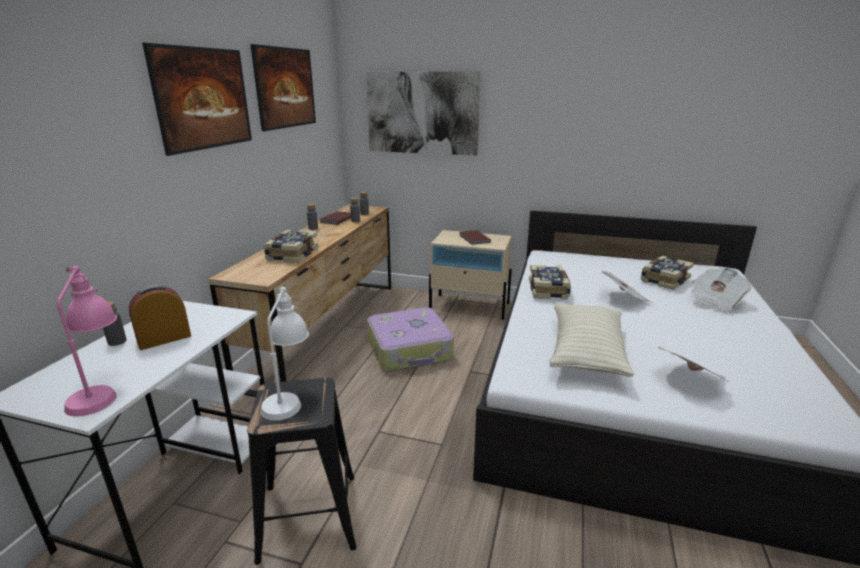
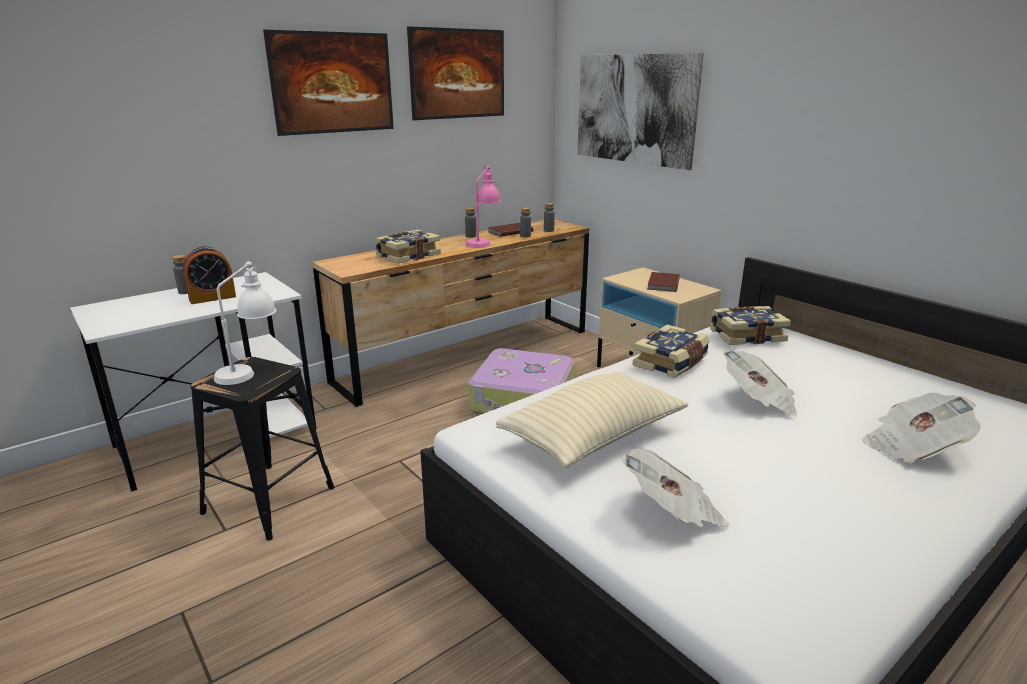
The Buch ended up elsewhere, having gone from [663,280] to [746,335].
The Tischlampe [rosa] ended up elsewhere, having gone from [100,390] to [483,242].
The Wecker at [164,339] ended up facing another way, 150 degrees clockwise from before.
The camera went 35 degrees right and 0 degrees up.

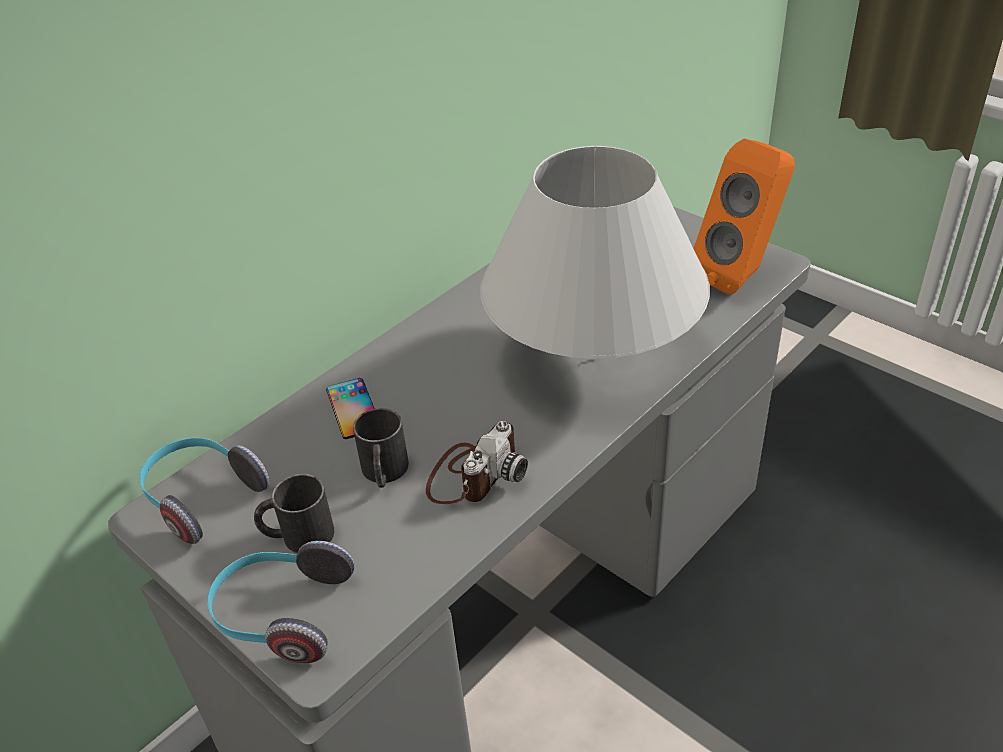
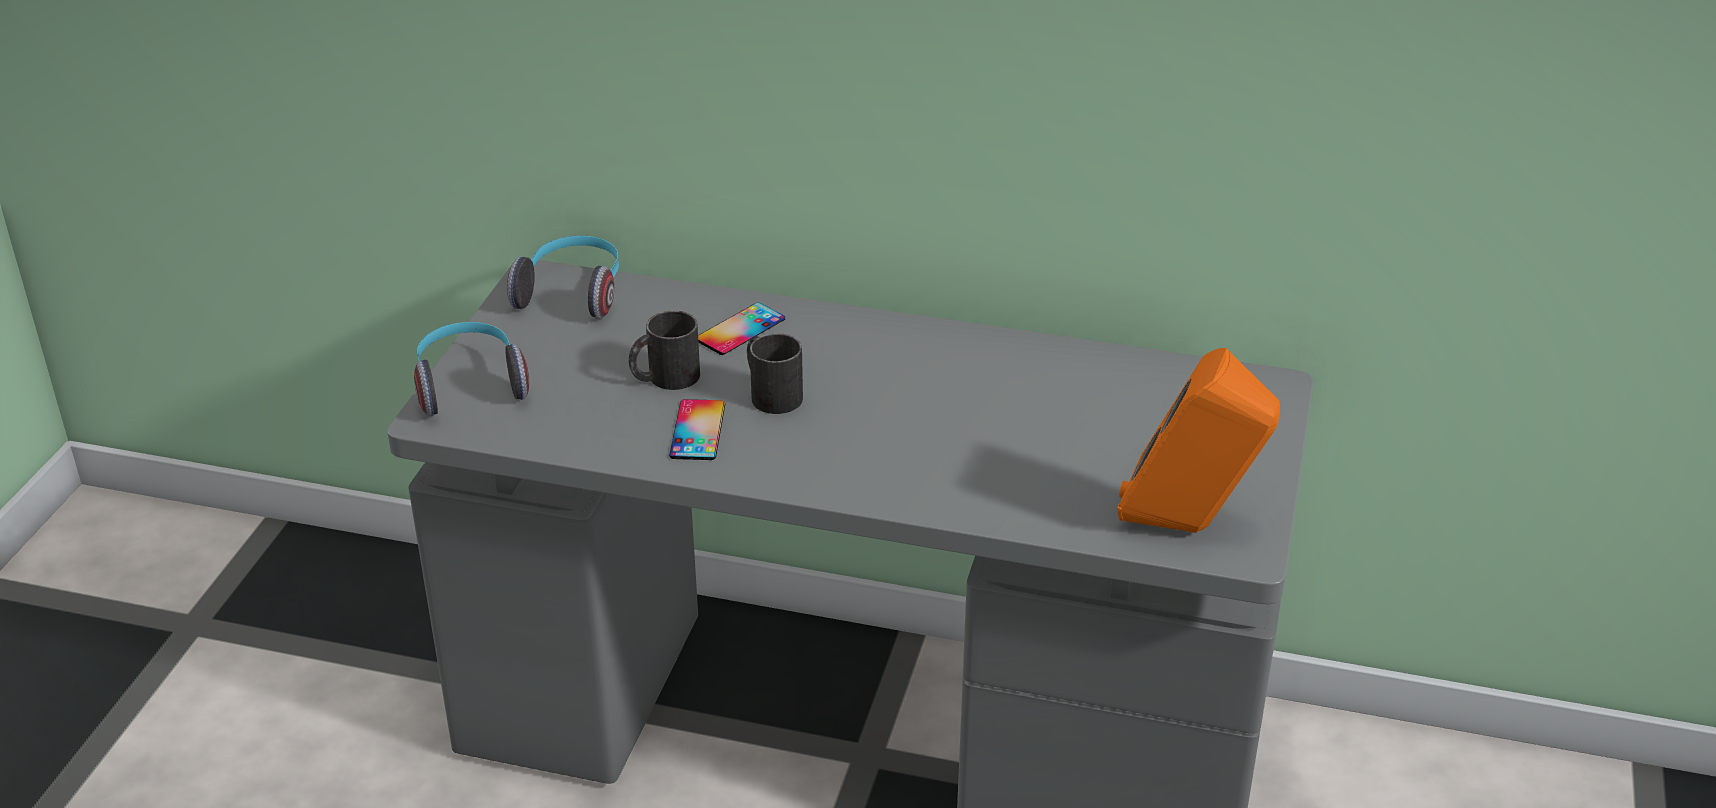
The second view lost the Tischlampe [weiß] at [594,359].
Where the Kamera stood at [474,474], the Handy came to stand at [697,430].
The Henkelbecher [schwarz] ended up elsewhere, having gone from [297,535] to [770,393].
The camera went 60 degrees right and 5 degrees down.

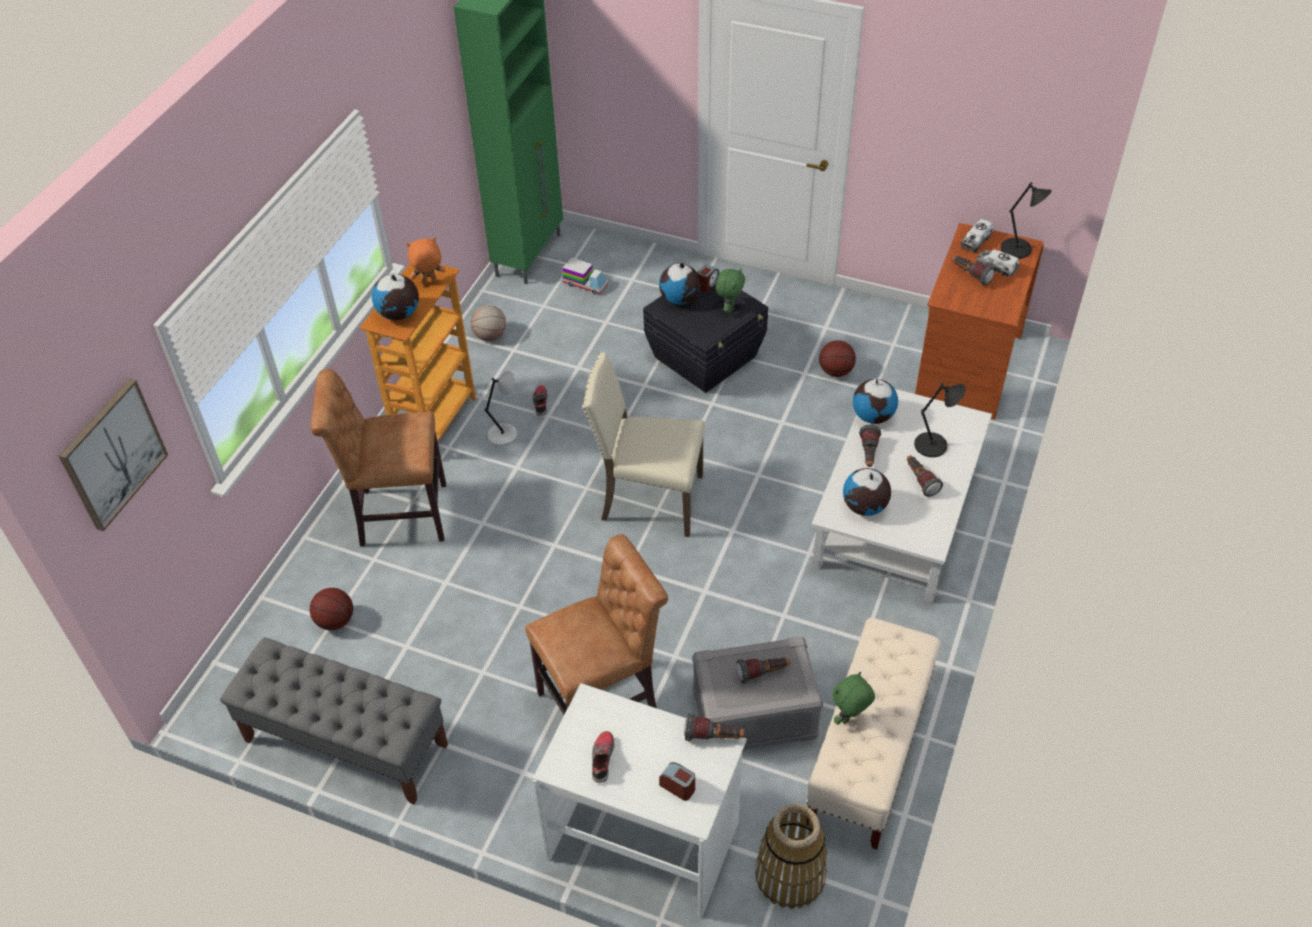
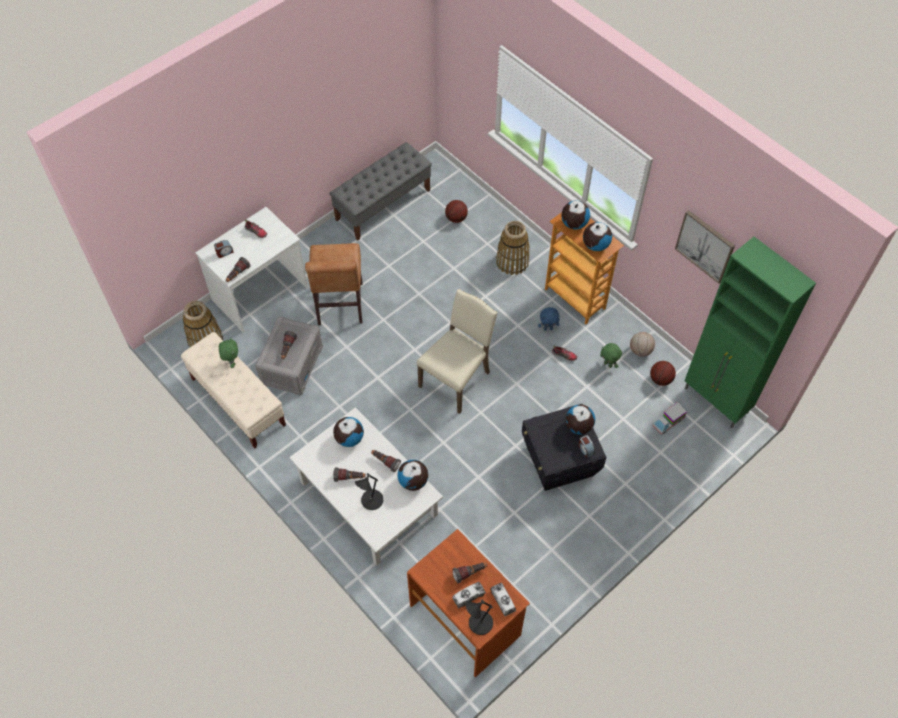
Where the Plüschtier [orange] stood at [429,283], the Globus came to stand at [595,245].
The Plüschtier [grün] ended up elsewhere, having gone from [729,308] to [608,364].
The Basketball ended up elsewhere, having gone from [835,371] to [660,379].
Where the Stuhl [braun] stood at [397,515], the Korb came to stand at [512,261].
Where the Tischlampe [grau] stood at [504,434], the Plüschtier [blau] came to stand at [548,328].
The Bild ended up elsewhere, having gone from [112,454] to [705,246].
The camera went 115 degrees right and 10 degrees up.

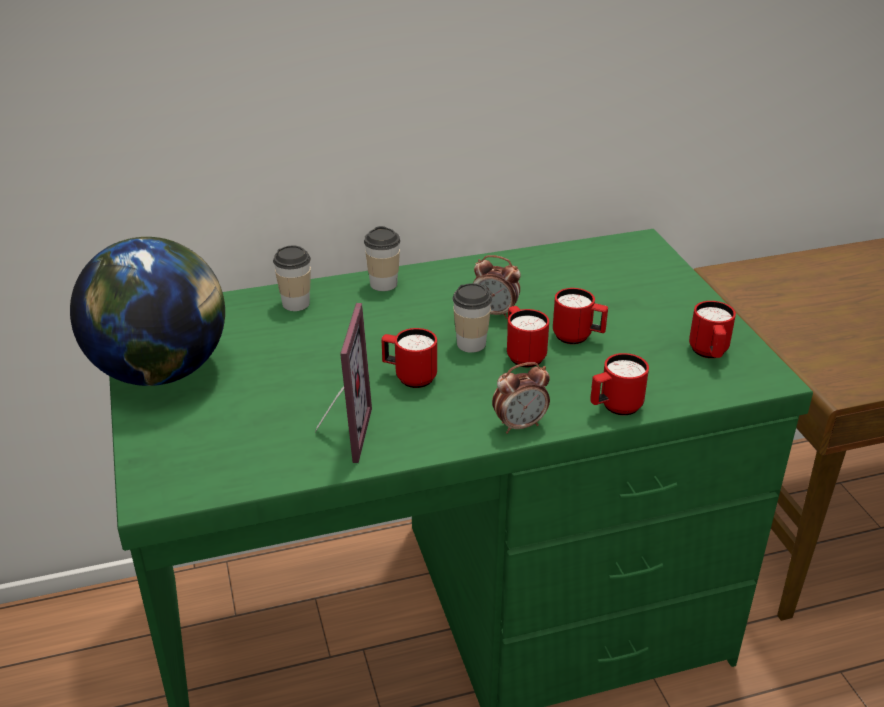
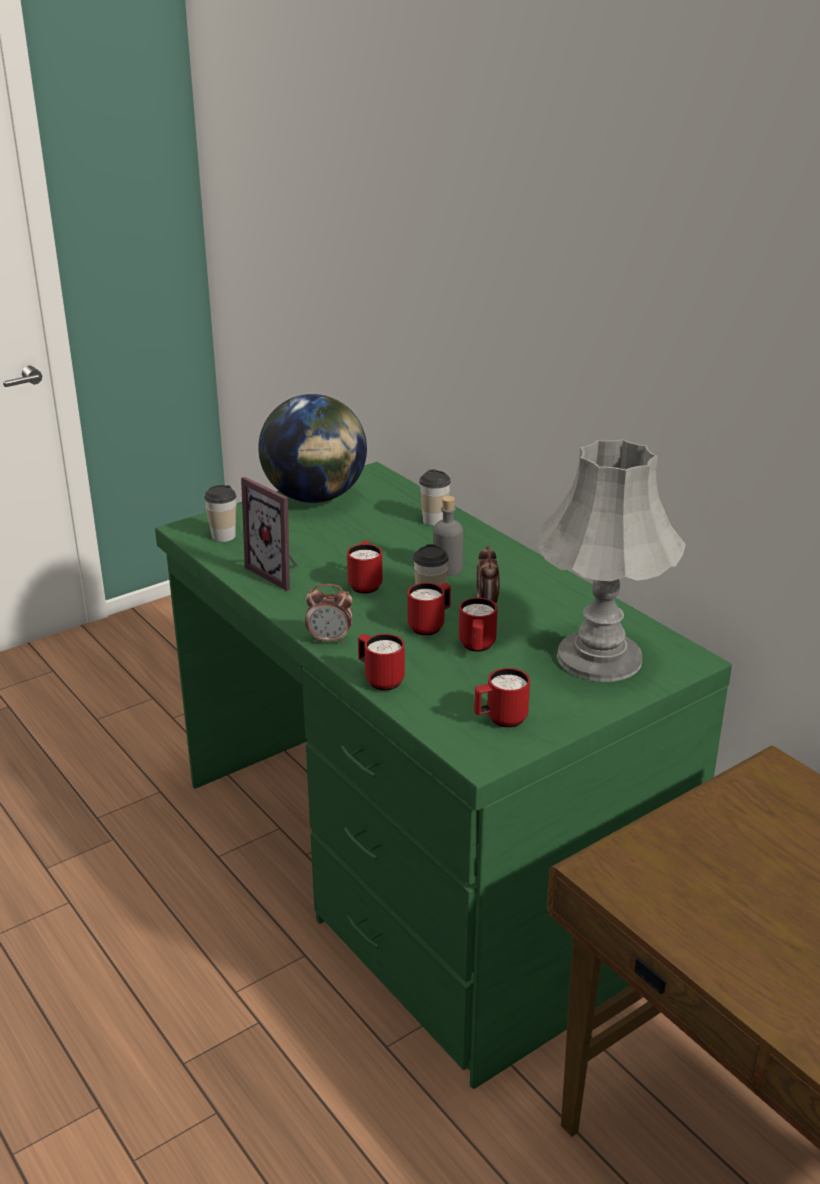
The Tasse ended up elsewhere, having gone from [383,284] to [223,536].
The Bilderrahmen at [340,433] ended up facing another way, 60 degrees clockwise from before.
The Wecker at [520,425] ended up facing another way, 45 degrees counterclockwise from before.
The second view gained the Tischlampe [grau] at [599,658].
The second view gained the Flasche [grau] at [447,569].
The camera went 70 degrees right and 5 degrees down.

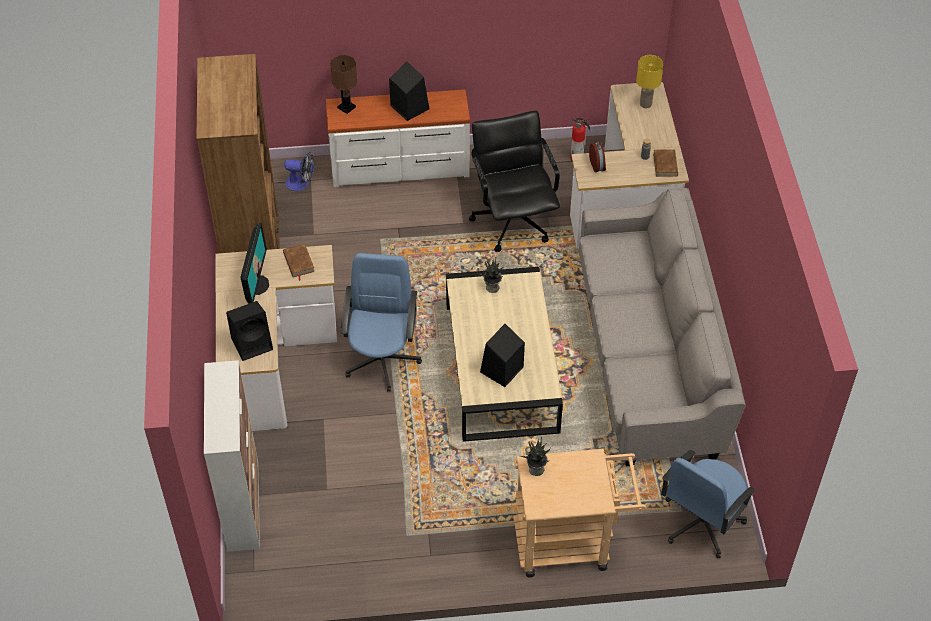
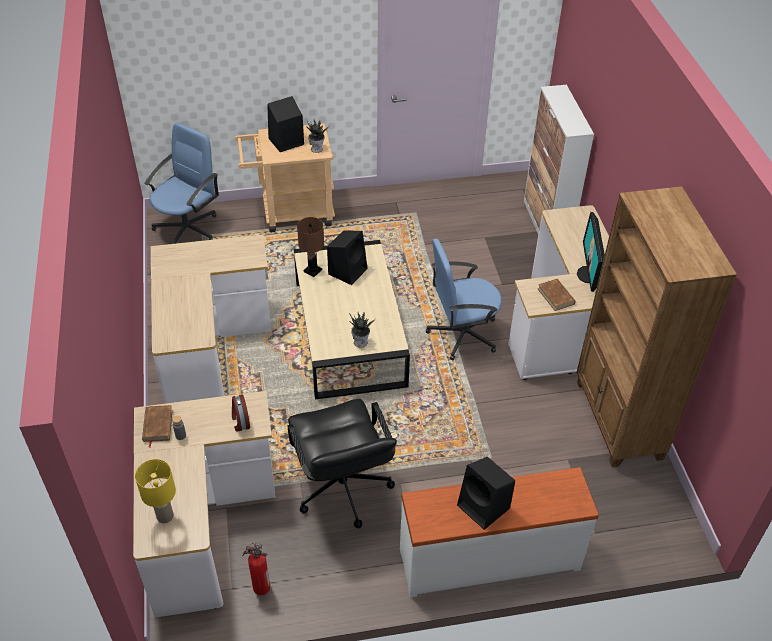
The Tischlampe [braun] ended up elsewhere, having gone from [346,107] to [313,270].
The second view lost the Ventilator at [301,183].
Where the Sofa [grau] stood at [648,356], the Schreibtisch came to stand at [208,349].
The Bürostuhl [blau] at [382,359] ended up facing another way, 75 degrees clockwise from before.
The Lautsprecher [schwarz] ended up elsewhere, having gone from [253,343] to [285,142].
The camera went 175 degrees right and 5 degrees down.

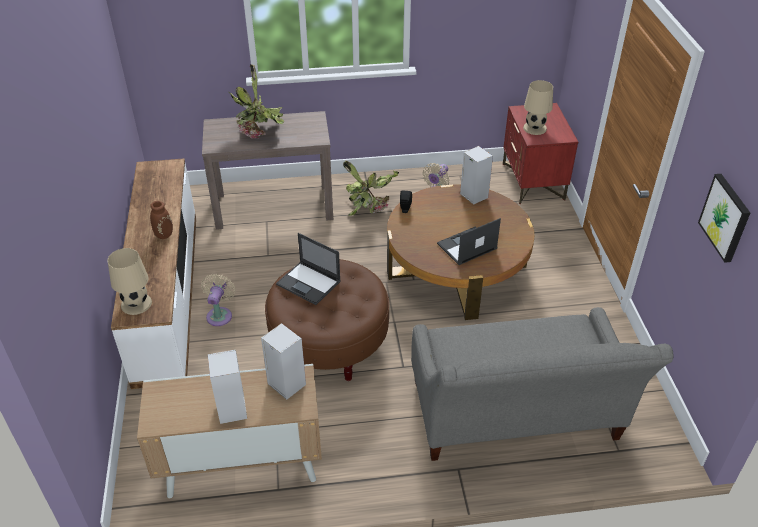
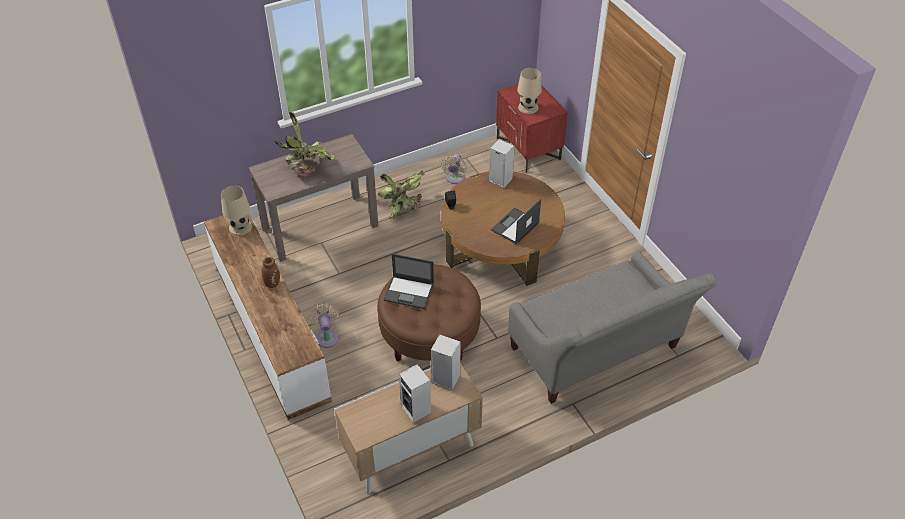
The second view lost the Bild at [726,217].
The Tischlampe [beige] ended up elsewhere, having gone from [136,303] to [240,227].
The camera went 20 degrees left and 5 degrees up.

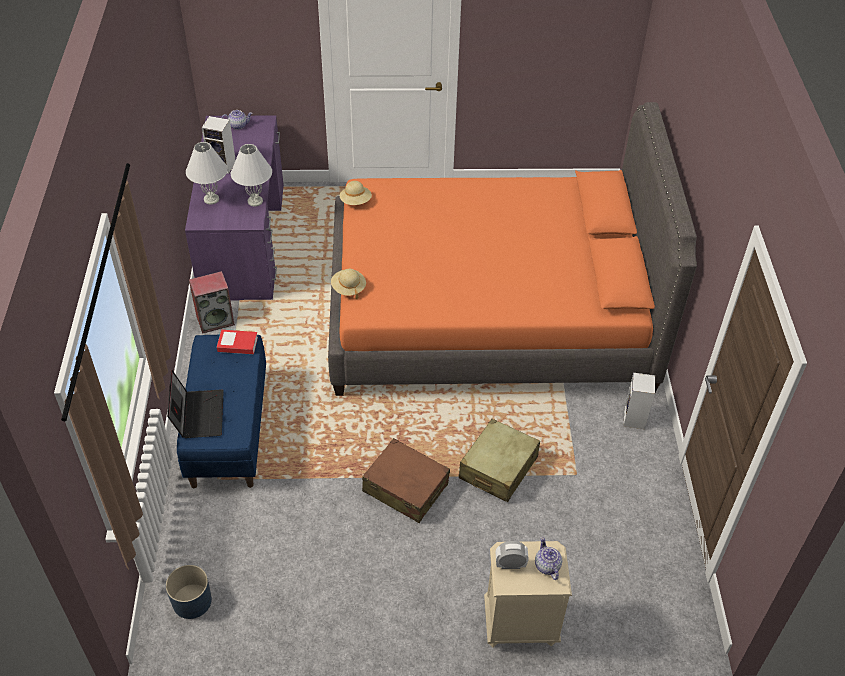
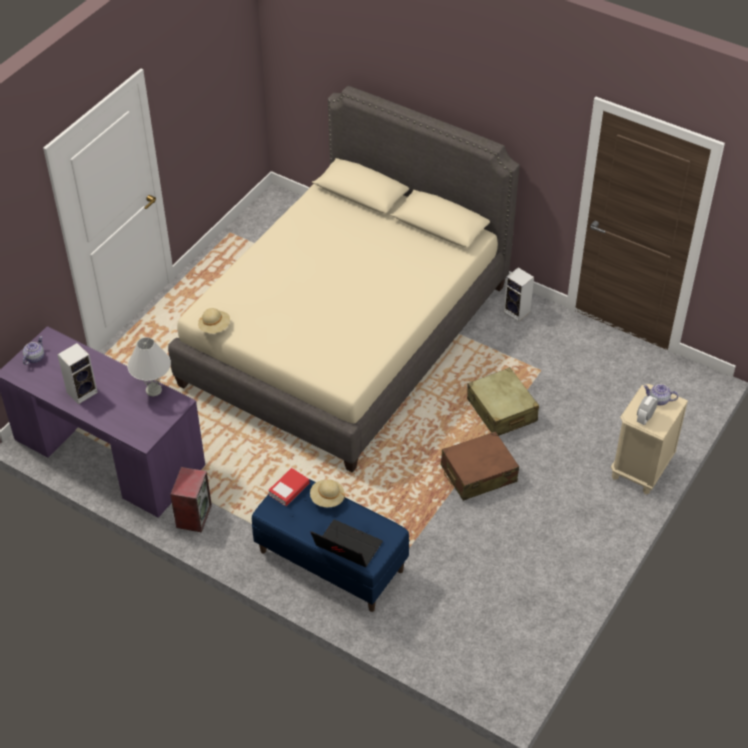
What was the Bett [orange] at [489,312] turned into the Bett [beige] at [345,334].
The second view lost the Tischlampe [weiß] at [211,199].
The Hut [beige] ended up elsewhere, having gone from [348,288] to [327,499].
The second view lost the Pflanzkübel [blau] at [191,601].
The camera went 55 degrees left and 0 degrees up.

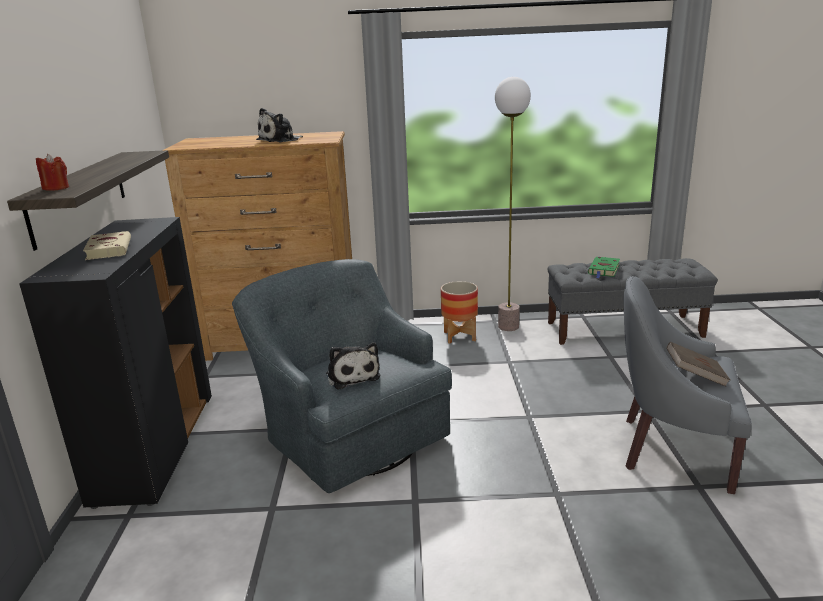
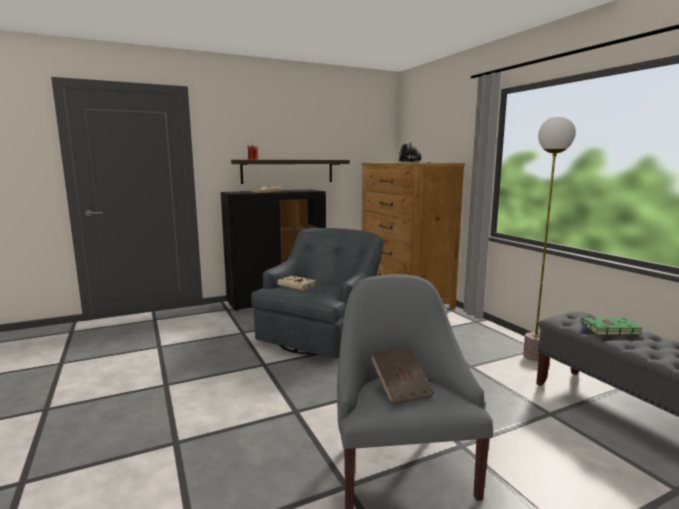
The second view lost the Pflanzkübel at [460,336].
Where the Plüschtier stood at [352,375], the Buch [beige] came to stand at [298,286].
The camera went 65 degrees right and 10 degrees down.

